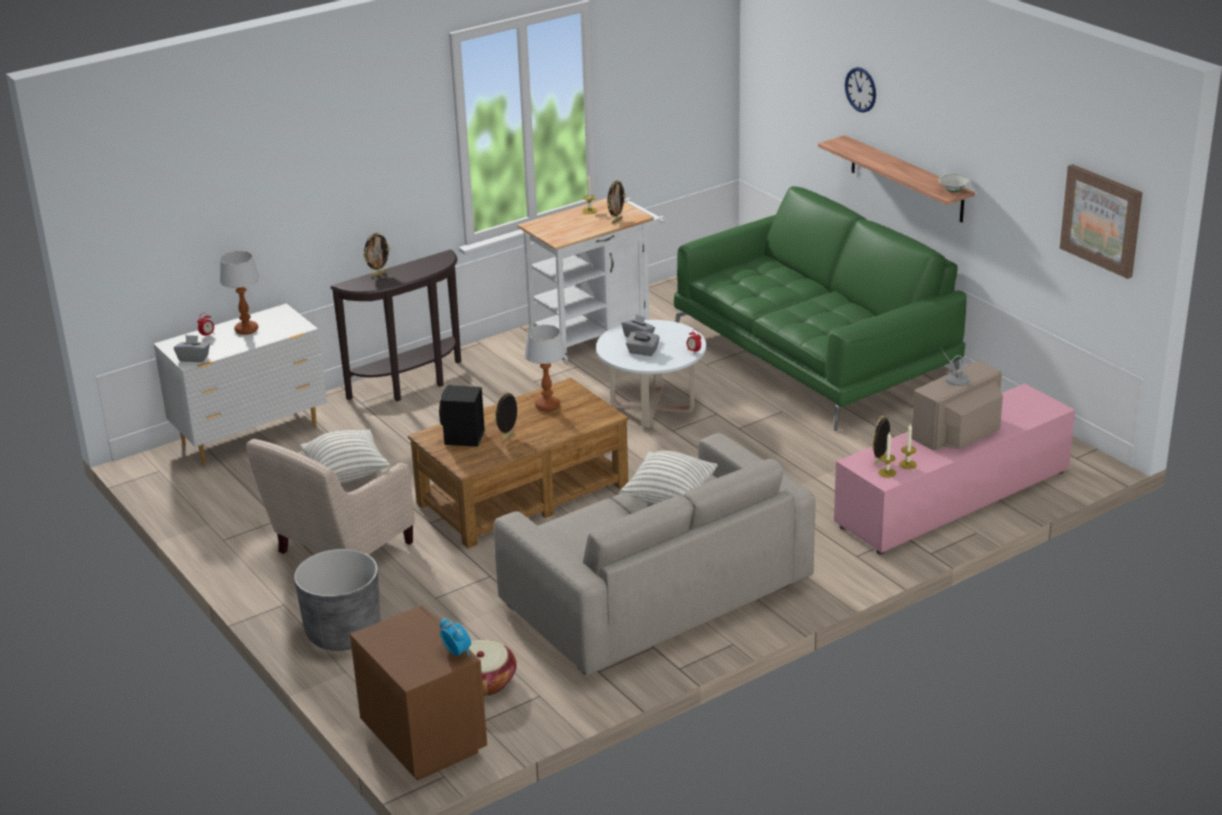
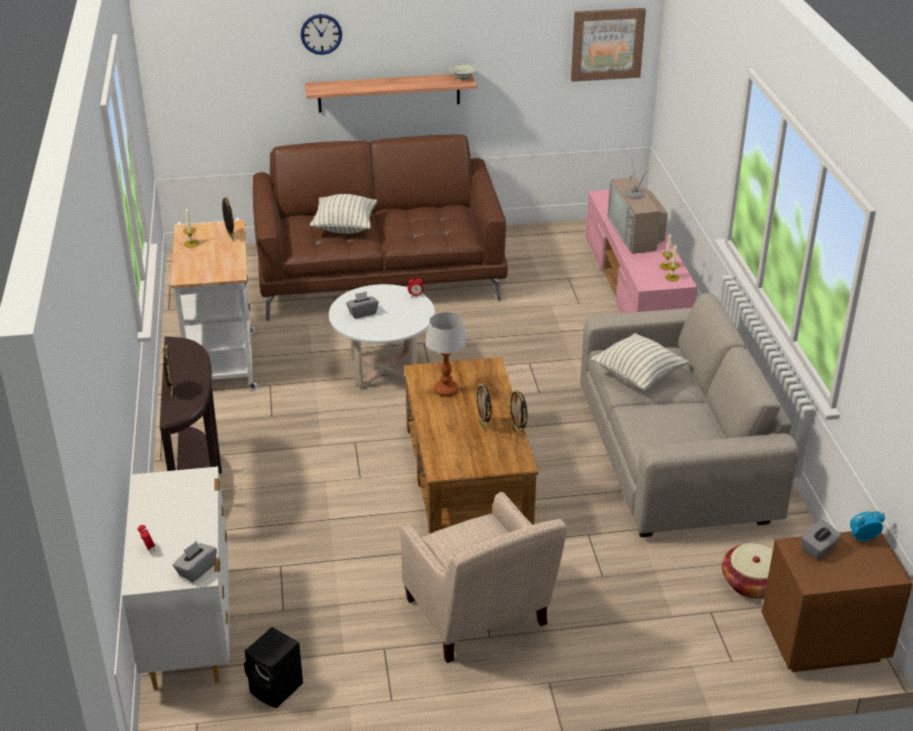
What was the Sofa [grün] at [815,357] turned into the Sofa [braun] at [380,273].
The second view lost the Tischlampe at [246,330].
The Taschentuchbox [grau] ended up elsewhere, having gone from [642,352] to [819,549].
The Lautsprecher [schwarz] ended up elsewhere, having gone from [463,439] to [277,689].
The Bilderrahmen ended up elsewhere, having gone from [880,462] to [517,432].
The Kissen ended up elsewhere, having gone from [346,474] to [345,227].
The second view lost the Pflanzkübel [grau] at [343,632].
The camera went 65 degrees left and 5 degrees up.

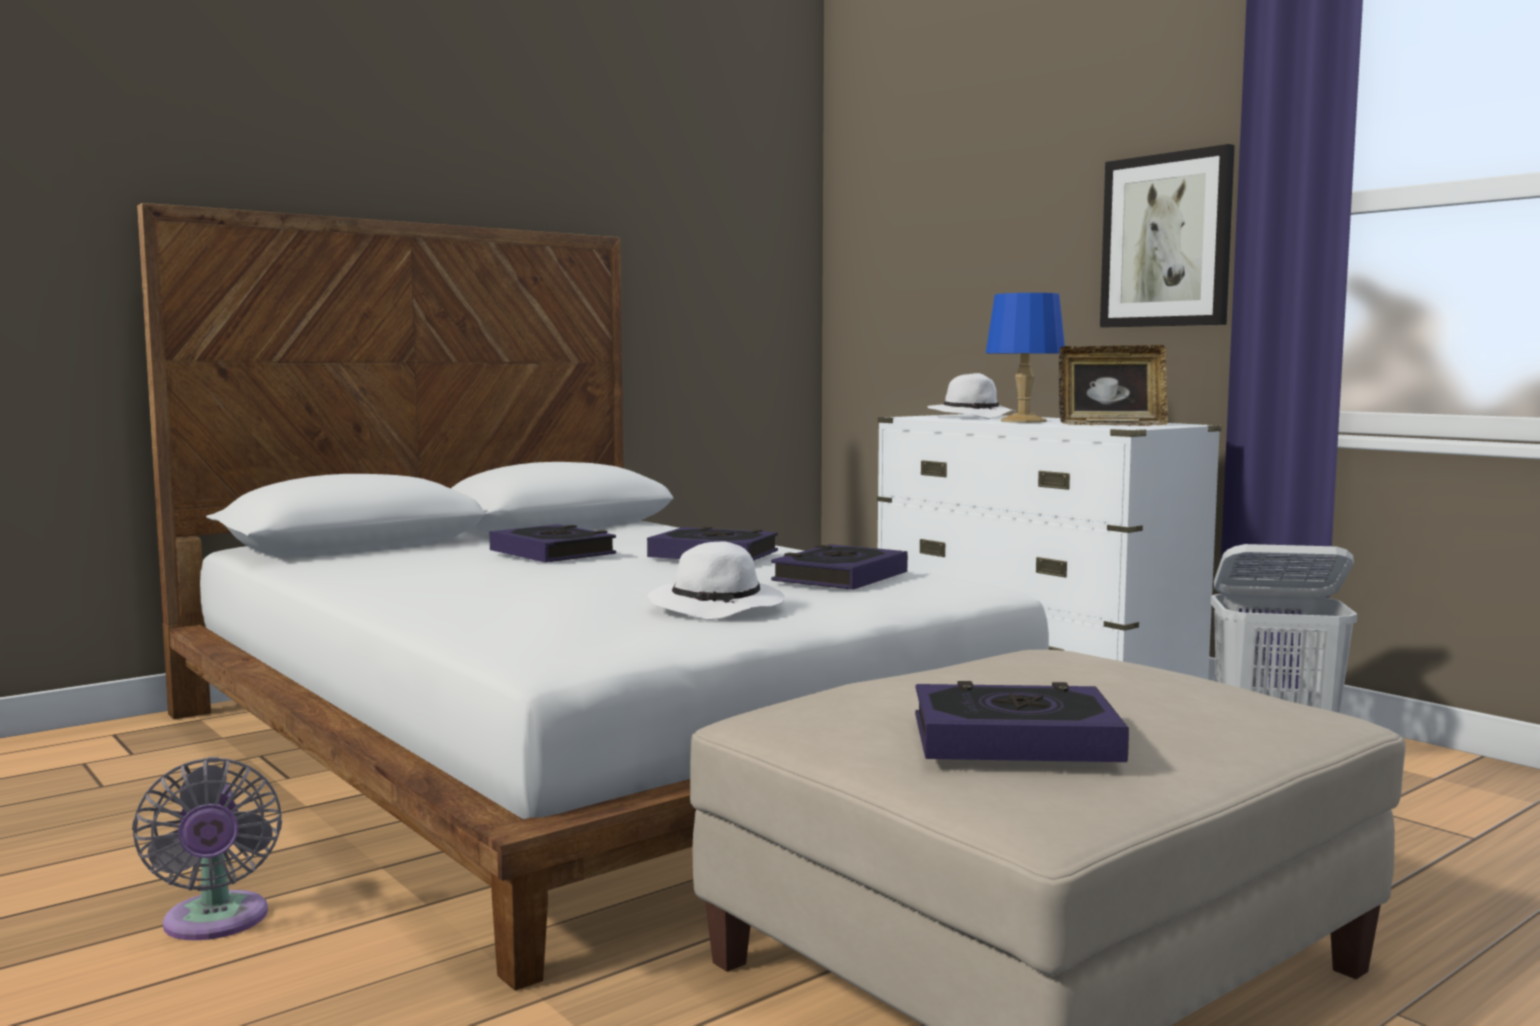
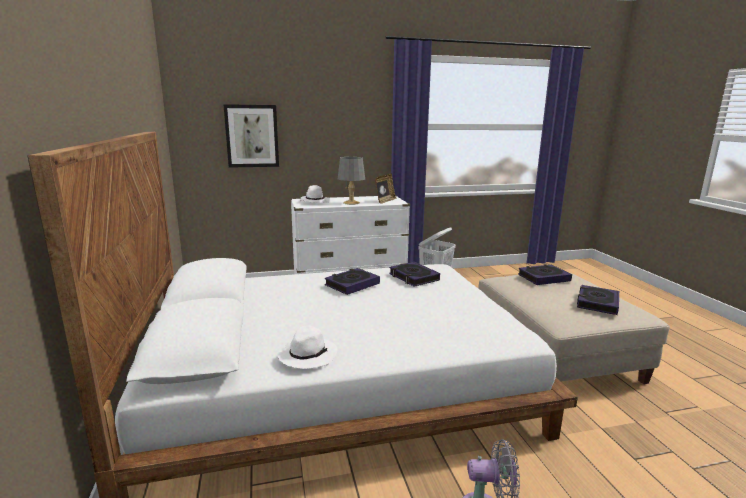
The Bild ended up elsewhere, having gone from [1166,240] to [252,136].
What was the Tischlampe [blau] at [1022,421] turned into the Tischlampe [grau] at [351,203].
The Buch ended up elsewhere, having gone from [553,553] to [543,278].
The Hut [weiß] ended up elsewhere, having gone from [719,607] to [308,355].
The camera went 65 degrees left and 10 degrees up.

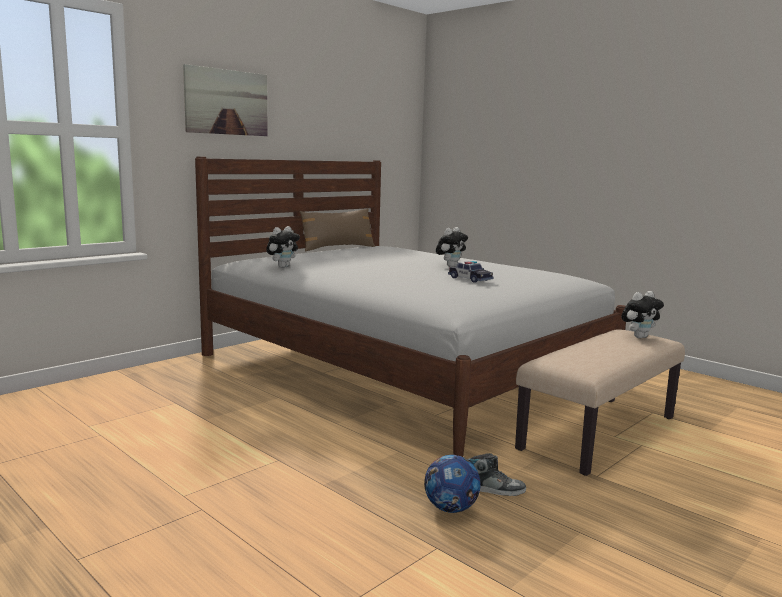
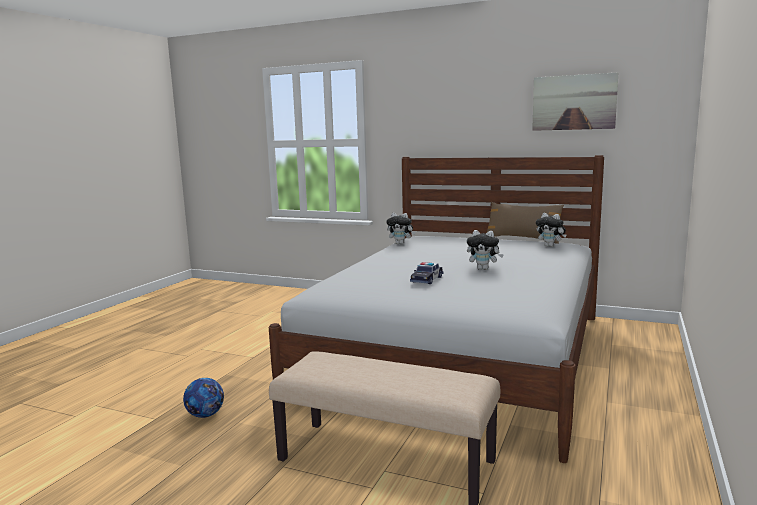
The Bild ended up elsewhere, having gone from [226,102] to [574,102].
The Plüschtier ended up elsewhere, having gone from [639,337] to [550,246].
The second view lost the Schuh at [495,489].
The camera went 70 degrees right and 0 degrees up.

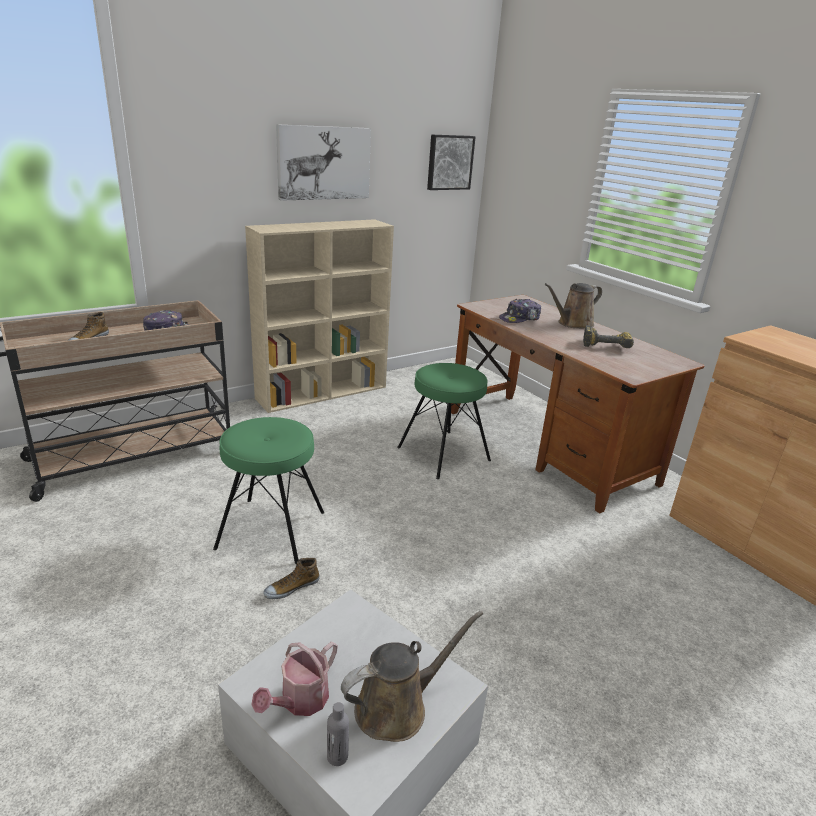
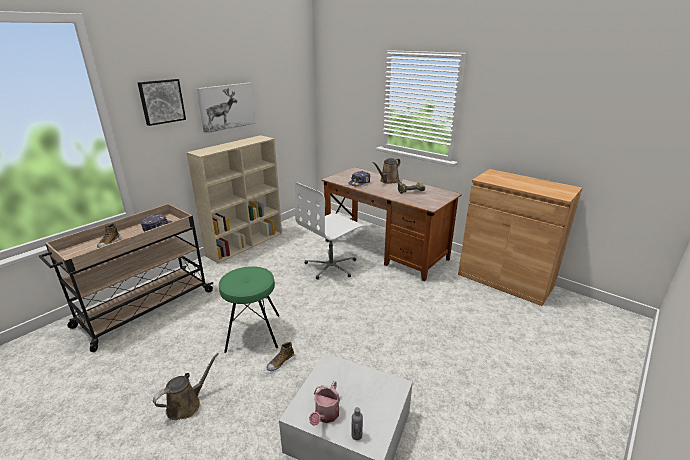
The Bild ended up elsewhere, having gone from [449,162] to [161,101].
Where the Hocker [grün] stood at [443,454], the Bürostuhl [weiß] came to stand at [331,266].
The Gießkanne [braun] ended up elsewhere, having gone from [397,707] to [186,404].
The camera went 15 degrees left and 0 degrees up.

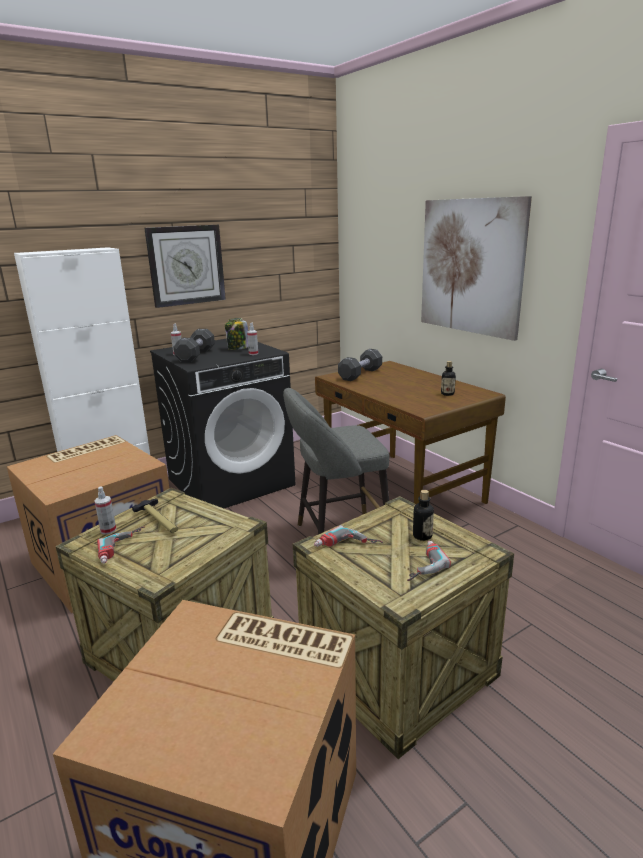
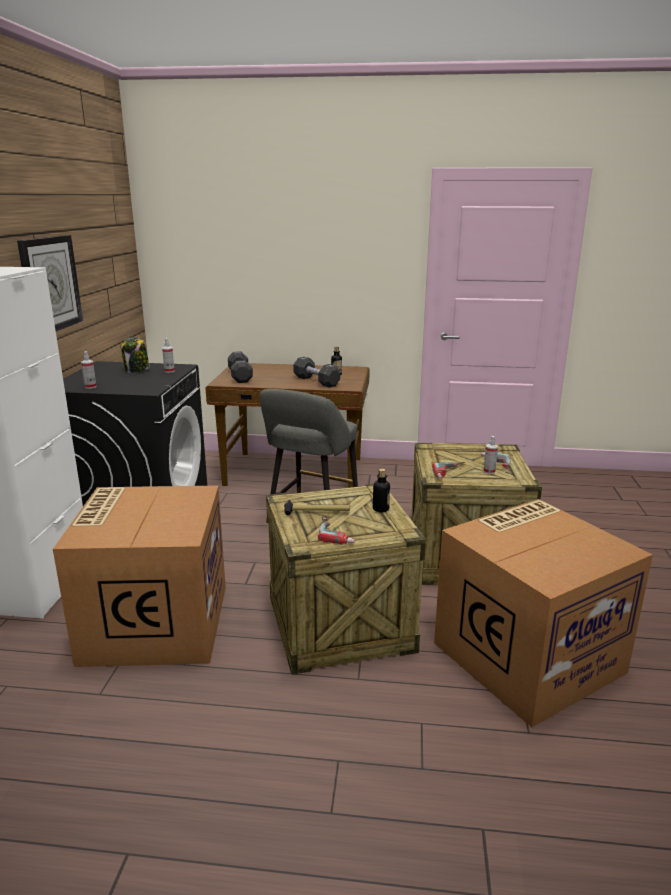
The second view lost the Bild at [471,266].
The Hantel [schwarz] ended up elsewhere, having gone from [196,355] to [316,381].
The Sprühflasche ended up elsewhere, having gone from [108,530] to [489,471].
The Flasche ended up elsewhere, having gone from [422,536] to [380,509].
The camera went 50 degrees left and 0 degrees up.

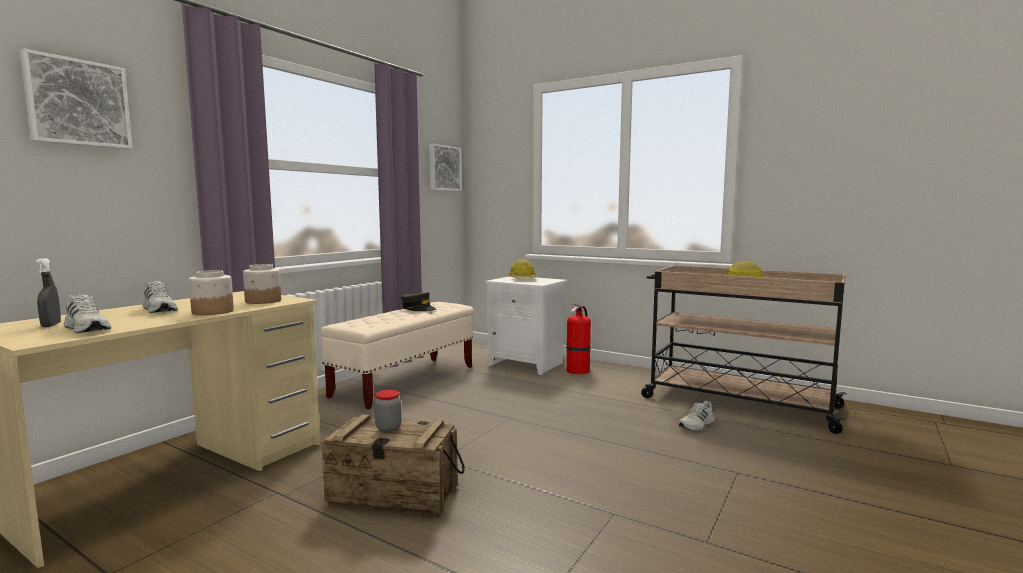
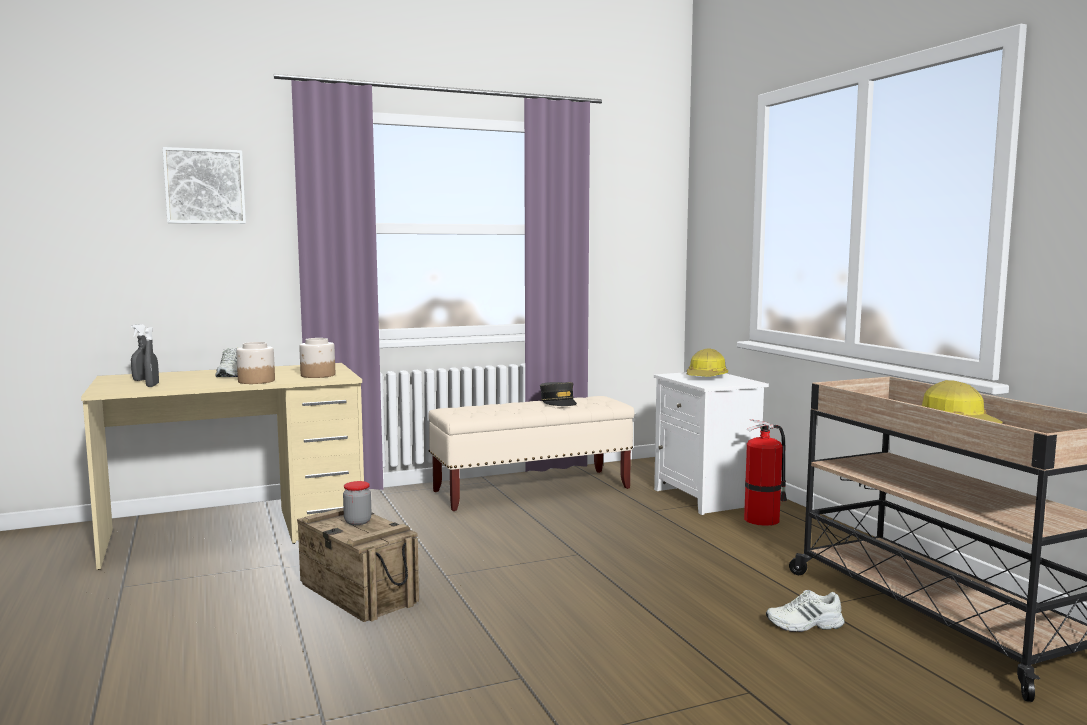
The second view lost the Bild at [443,168].
Where the Schuh [weiß] stood at [88,328], the Sprühflasche [grau] came to stand at [152,385].
The camera went 35 degrees right and 0 degrees up.

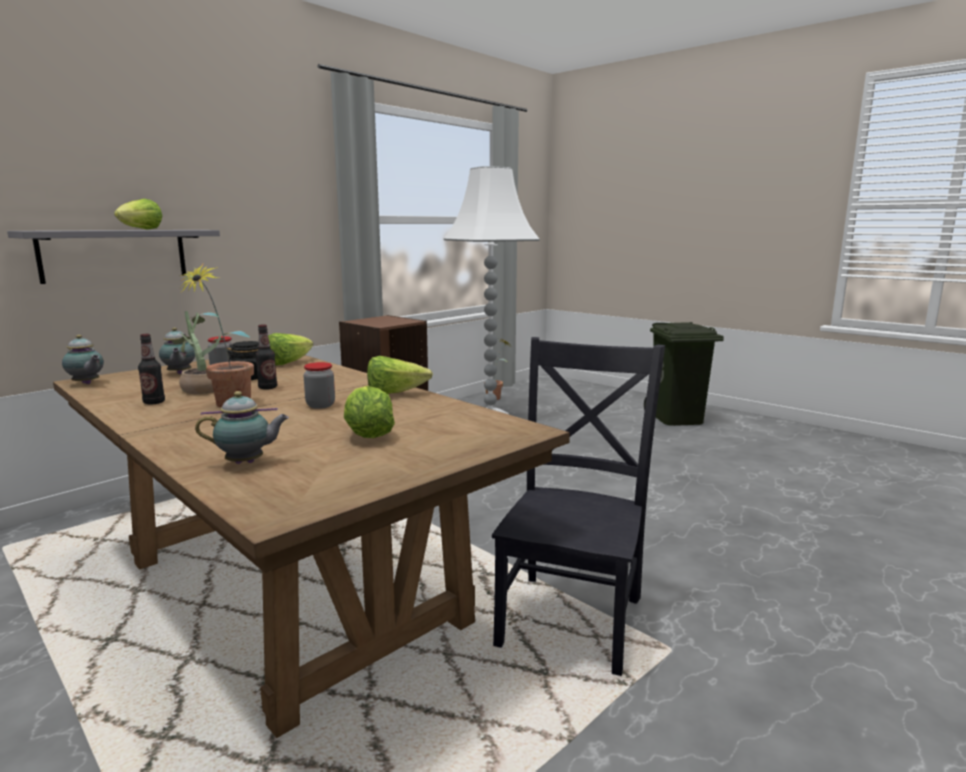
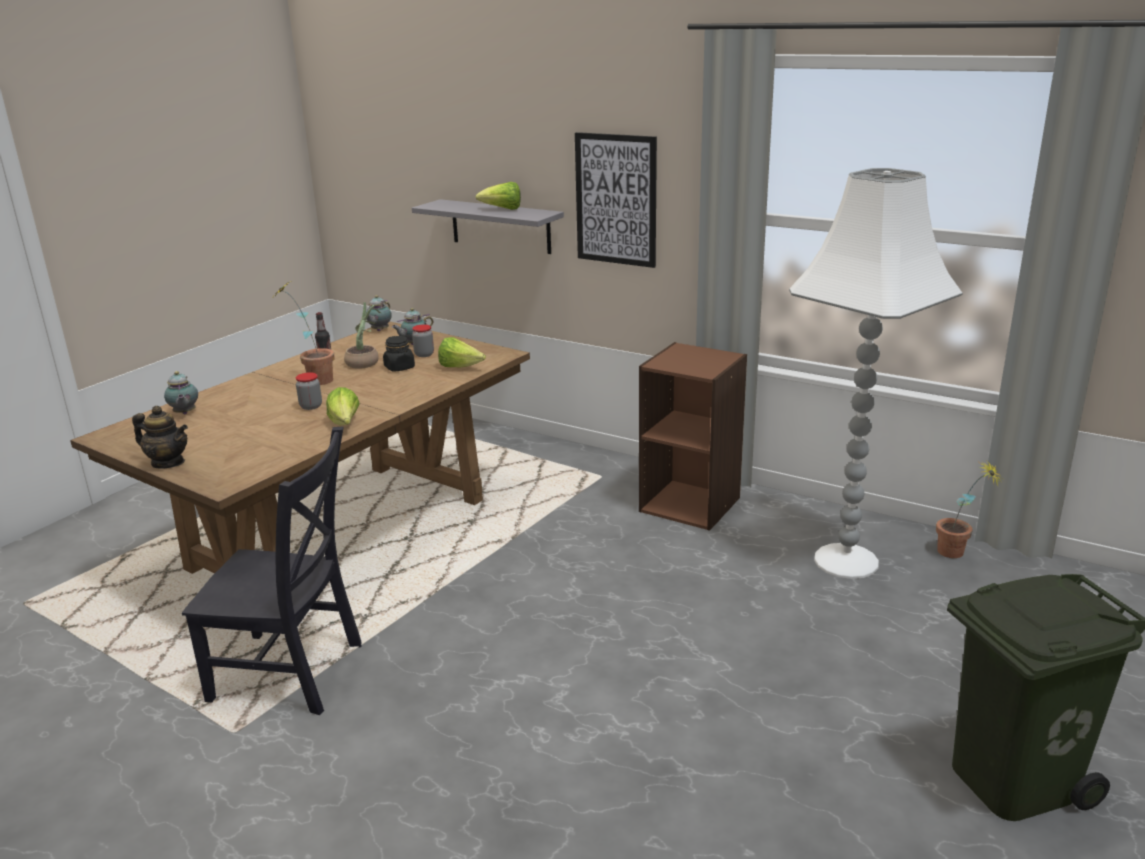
The second view lost the Flasche at [268,388].
The second view lost the Salatkopf at [368,435].
The second view gained the Bild at [616,199].
The second view gained the Teekanne at [168,463].
The camera went 80 degrees right and 10 degrees up.

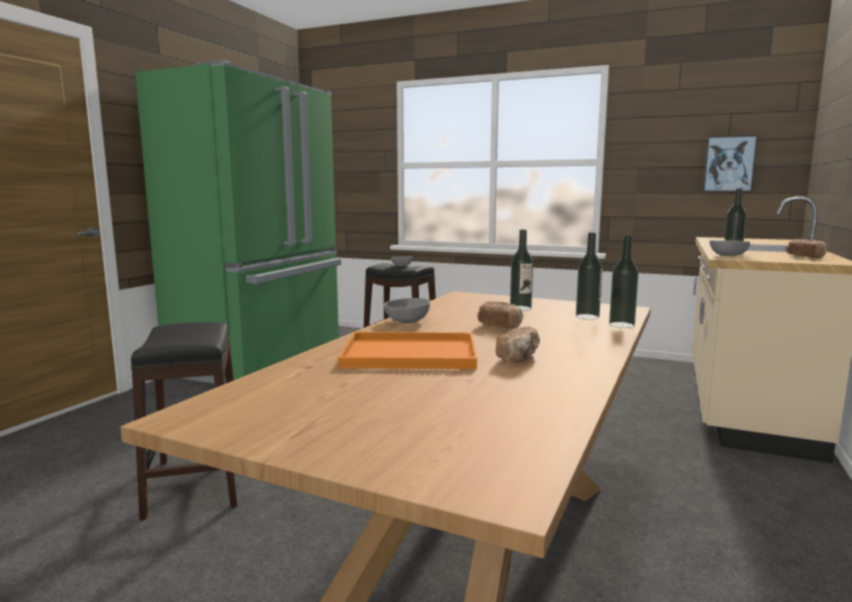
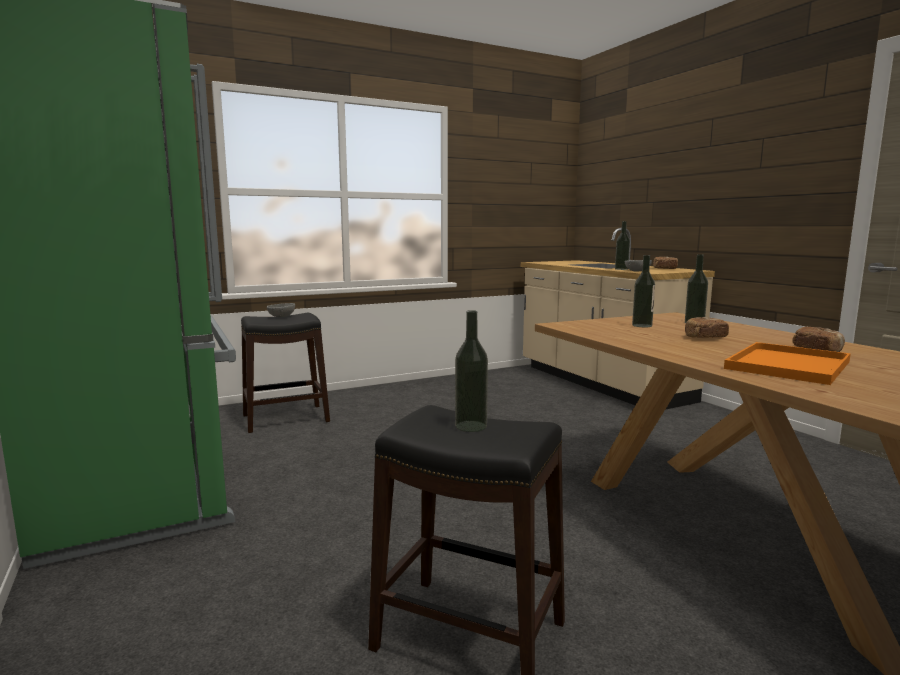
The second view lost the Bild at [729,164].
The Flasche ended up elsewhere, having gone from [621,325] to [471,426].
The second view lost the Schüssel [grau] at [406,321].
The camera went 50 degrees left and 0 degrees up.

